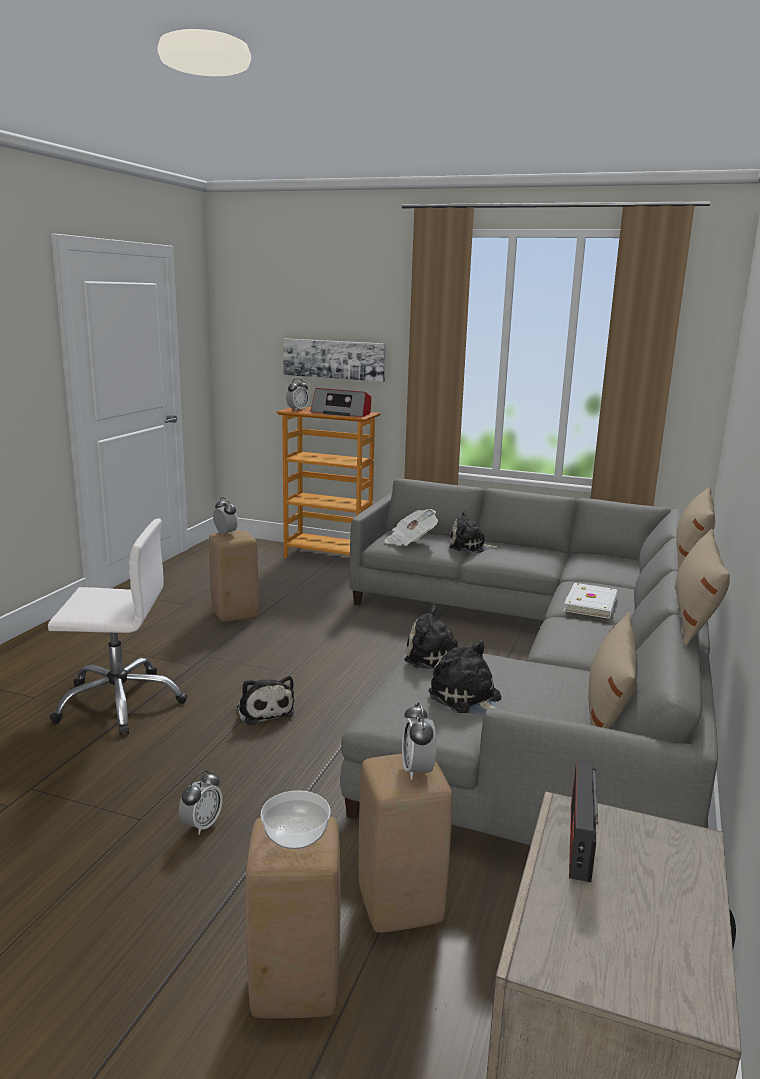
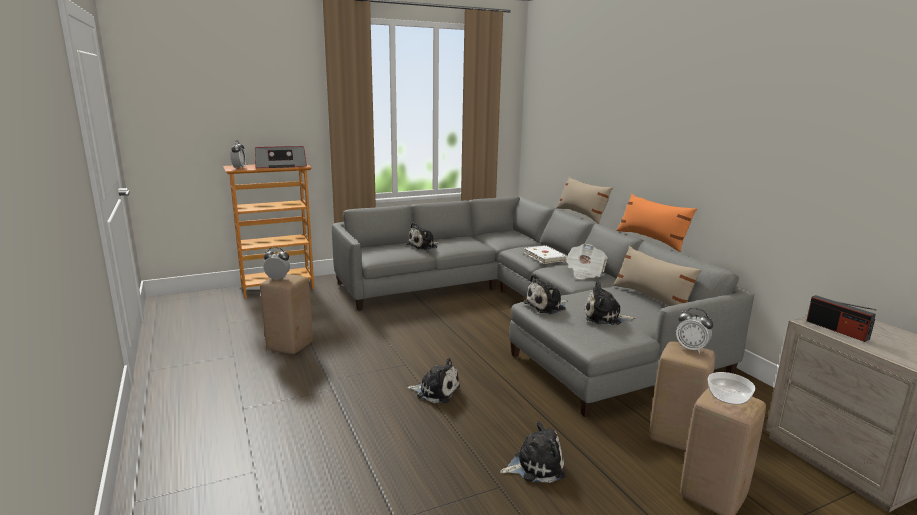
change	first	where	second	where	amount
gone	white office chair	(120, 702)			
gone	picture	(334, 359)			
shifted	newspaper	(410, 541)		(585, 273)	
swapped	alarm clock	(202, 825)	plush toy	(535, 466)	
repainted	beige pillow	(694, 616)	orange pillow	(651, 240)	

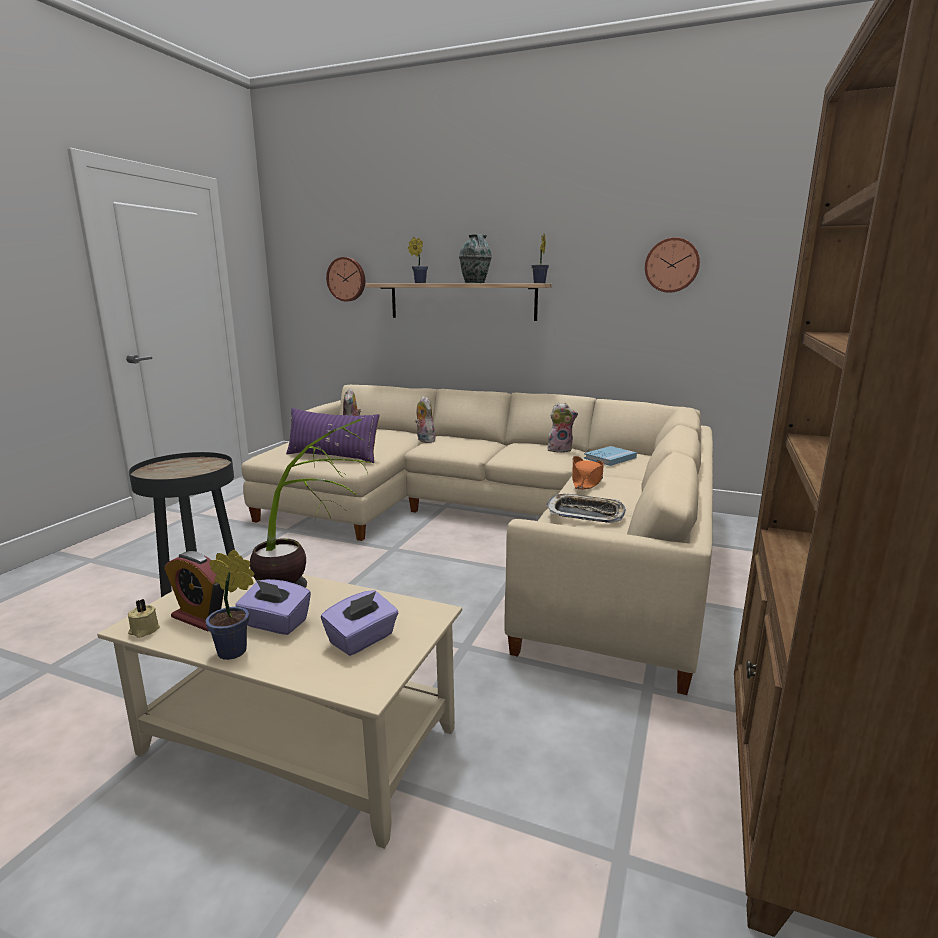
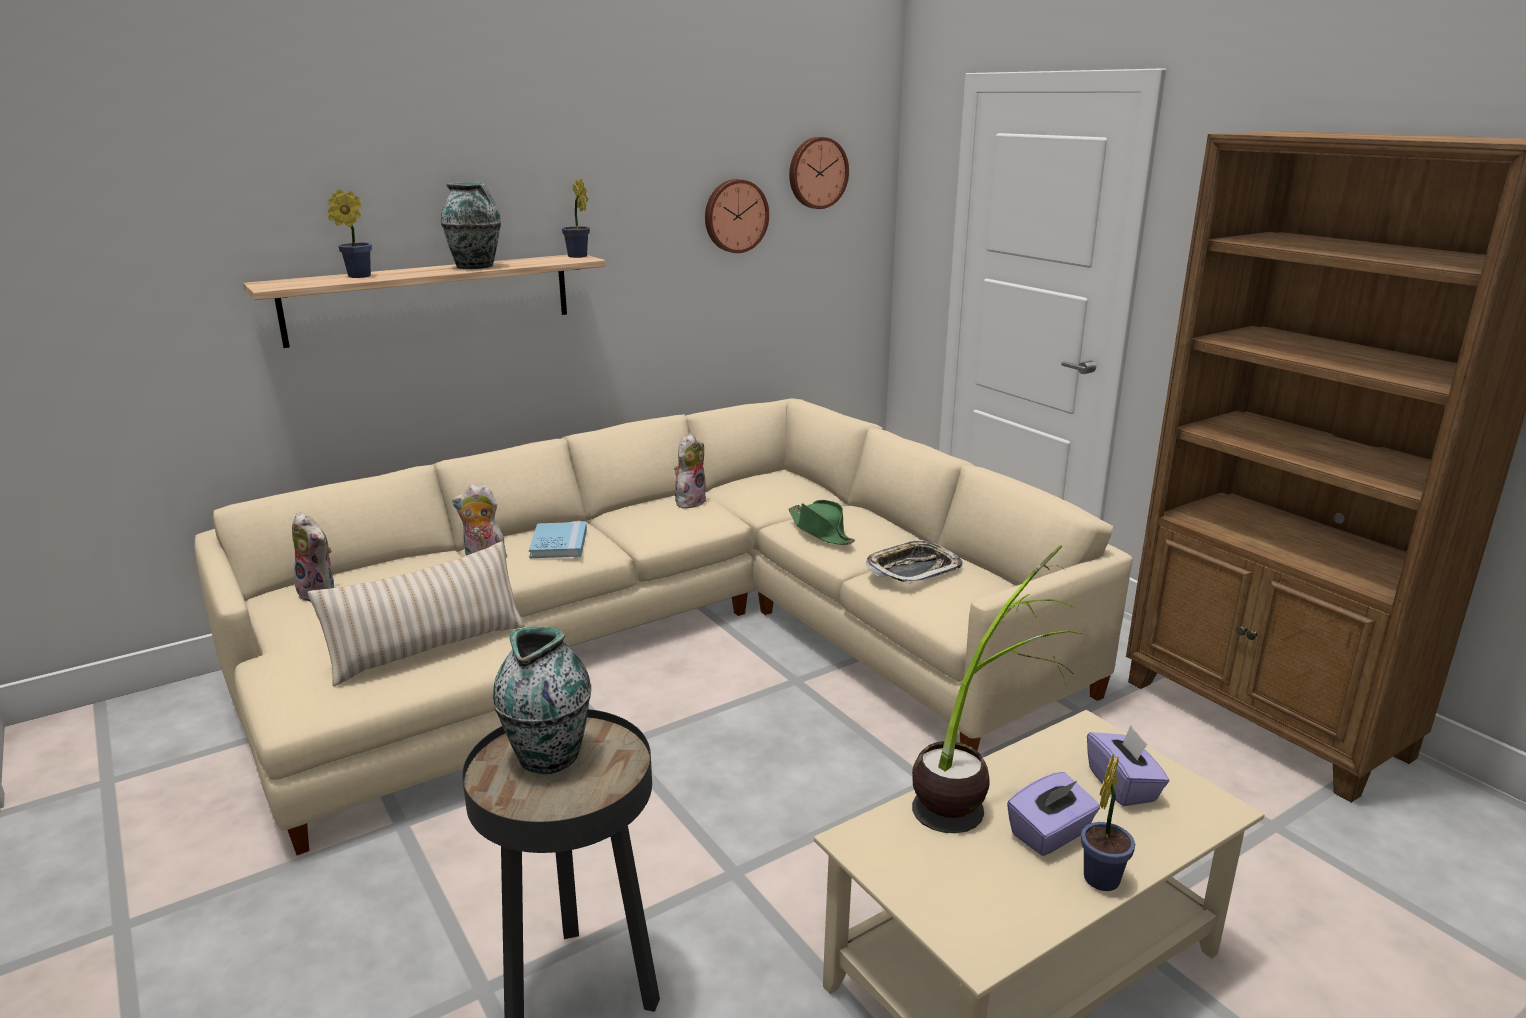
change	first	where	second	where	amount
gone	beige candle	(144, 630)			
gone	alarm clock	(202, 617)			
new			vase	(549, 755)	
shifted	wall clock	(347, 279)		(817, 173)	
shifted	blue book	(610, 458)		(559, 543)	
repainted	purple pillow	(332, 456)	beige pillow	(428, 649)	
repainted	orange hat	(586, 481)	green hat	(821, 531)	

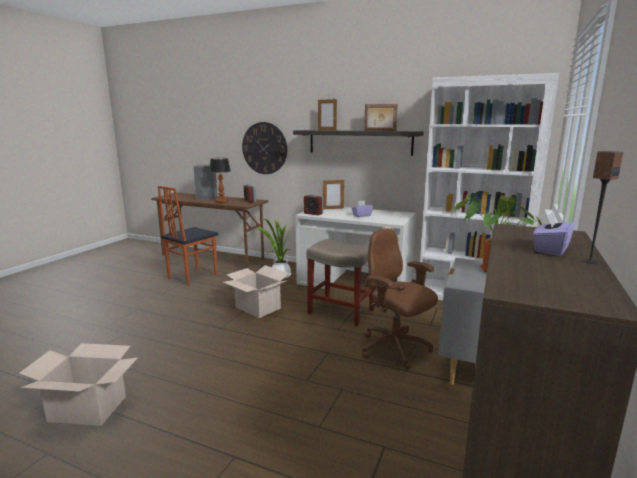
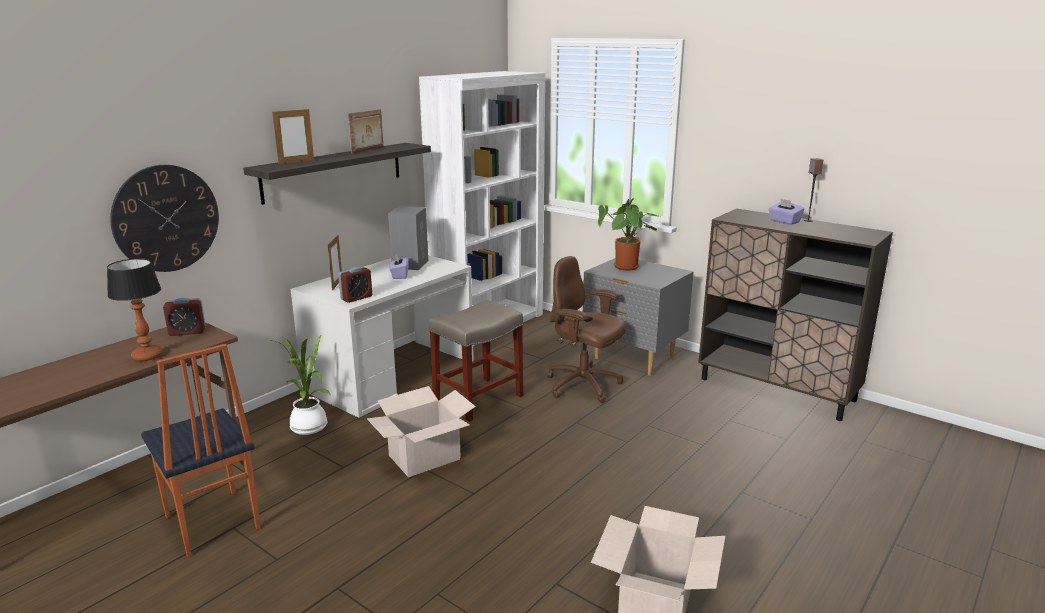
change	first	where	second	where	amount
shifted	grey speaker	(207, 198)		(410, 264)	
rotated	brown office chair	(395, 349)		(584, 386)	60 degrees clockwise

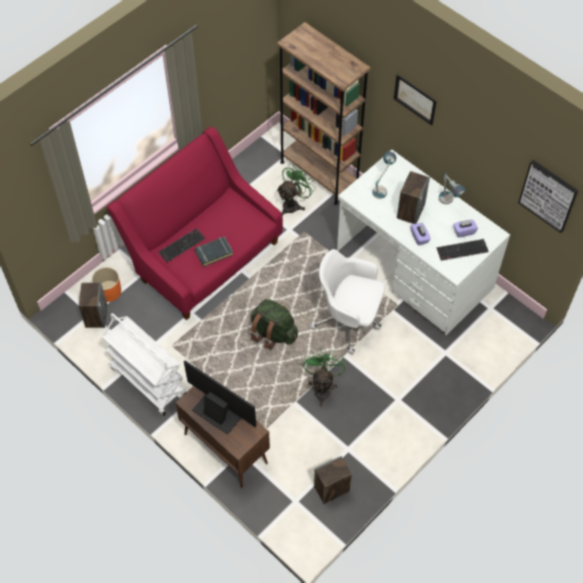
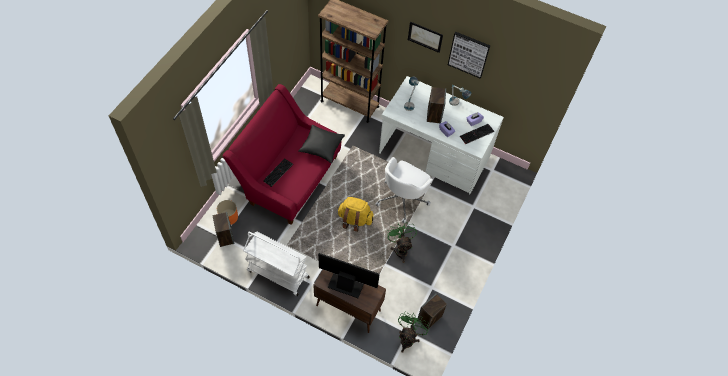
change	first	where	second	where	amount
gone	black book	(213, 253)			
new			black pillow	(321, 147)	
shifted	green fan	(293, 204)		(408, 338)	
shifted	picture	(548, 195)		(468, 54)	
repainted	green backpack	(273, 333)	yellow backpack	(354, 220)	
rotated	white office chair	(349, 320)		(402, 199)	60 degrees counterclockwise

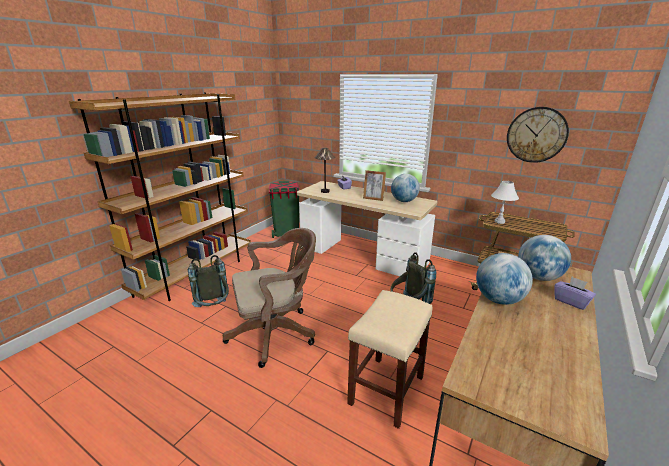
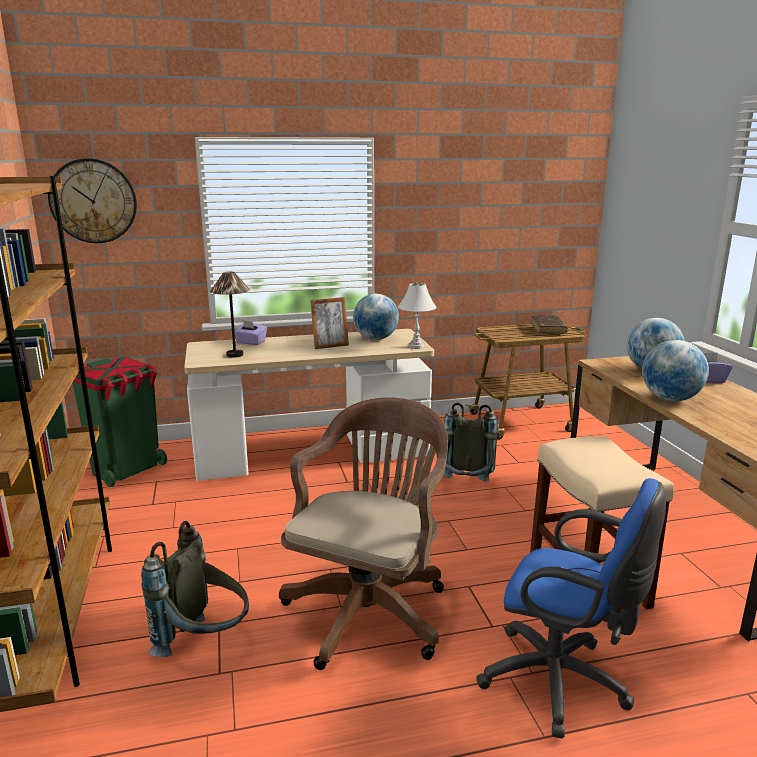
change	first	where	second	where	amount
new			blue office chair	(561, 683)	
new			brown book	(548, 329)	
shifted	white table lamp	(499, 221)		(416, 346)	
shifted	wall clock	(536, 135)		(93, 201)	

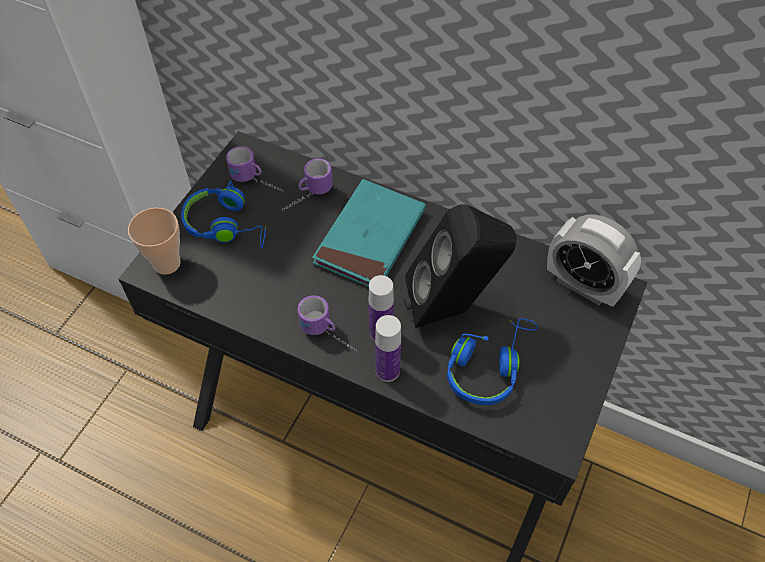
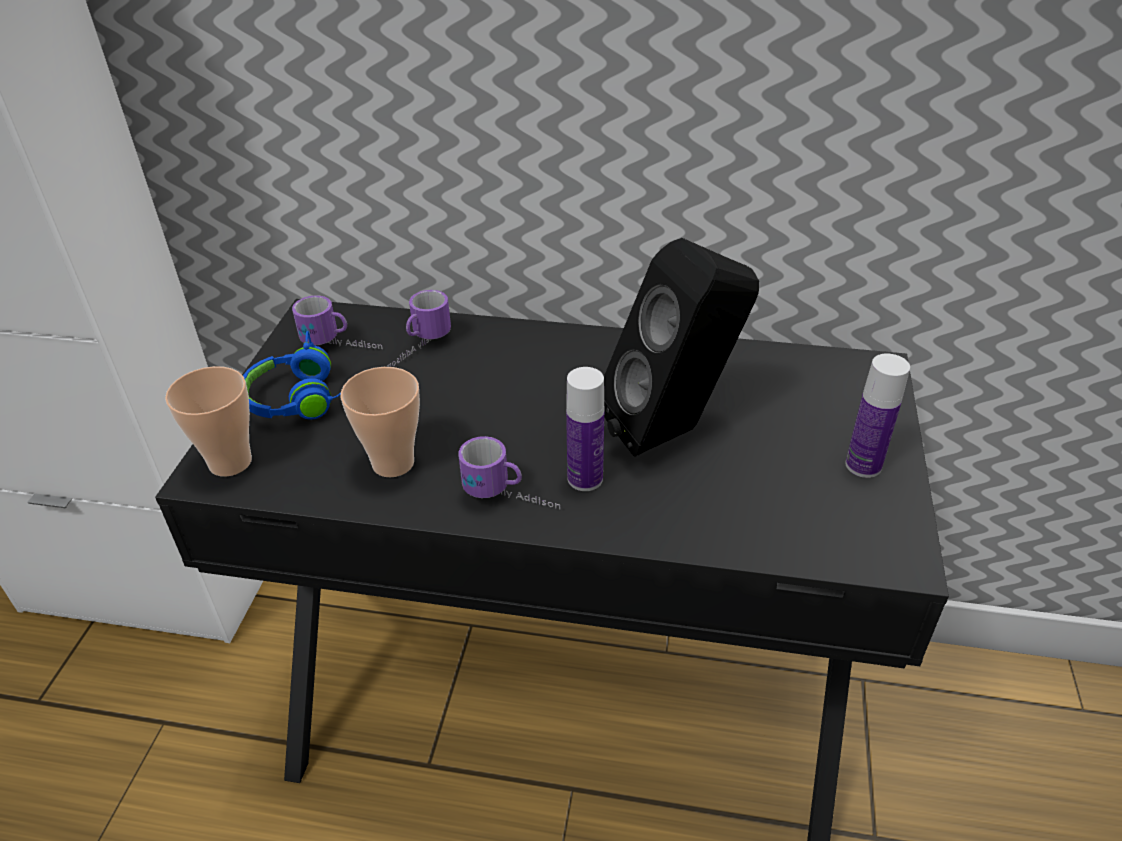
change	first	where	second	where	amount
gone	turquoise book	(370, 238)			
gone	blue headphones	(488, 366)			
gone	alarm clock	(583, 285)			
new			cup	(393, 463)	
shifted	bottle	(387, 371)		(863, 465)	

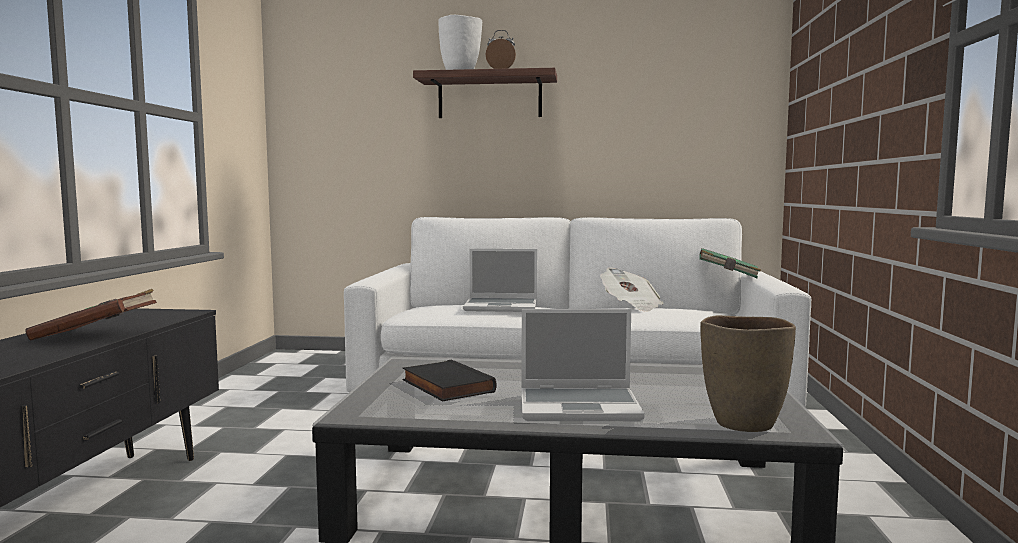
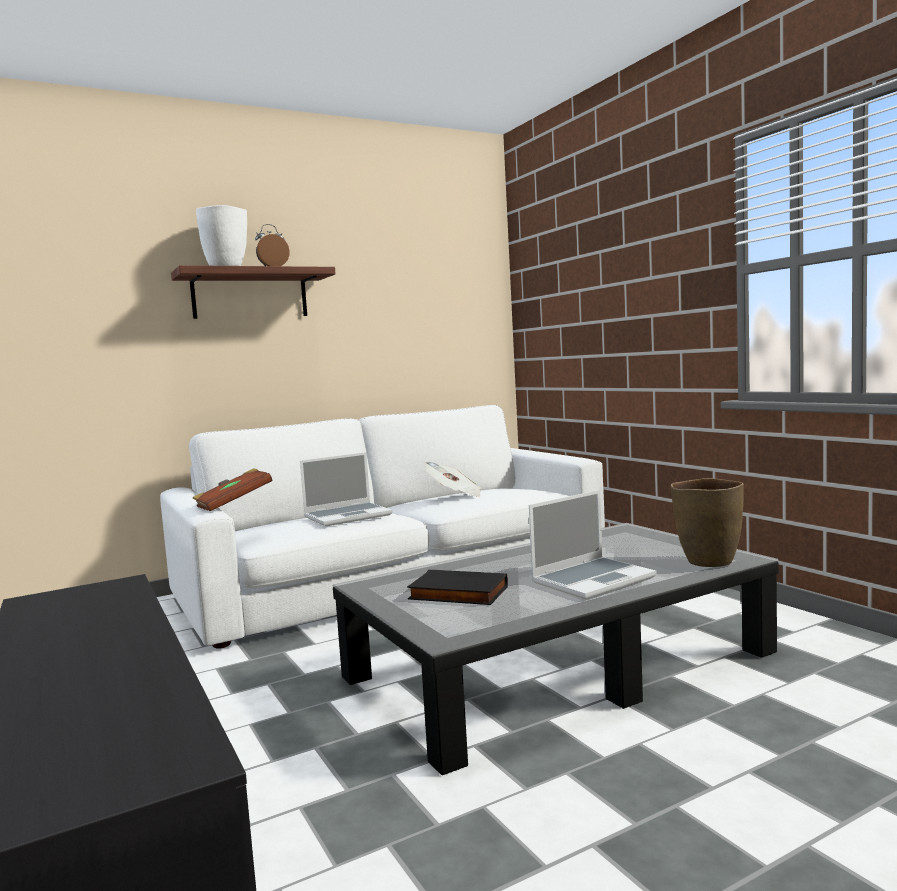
change	first	where	second	where	amount
gone	green book	(728, 275)			
shifted	brown book	(96, 335)		(233, 504)	

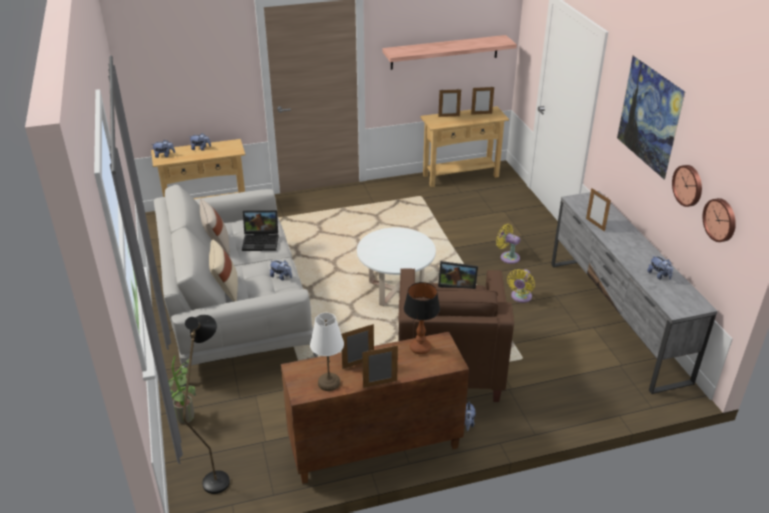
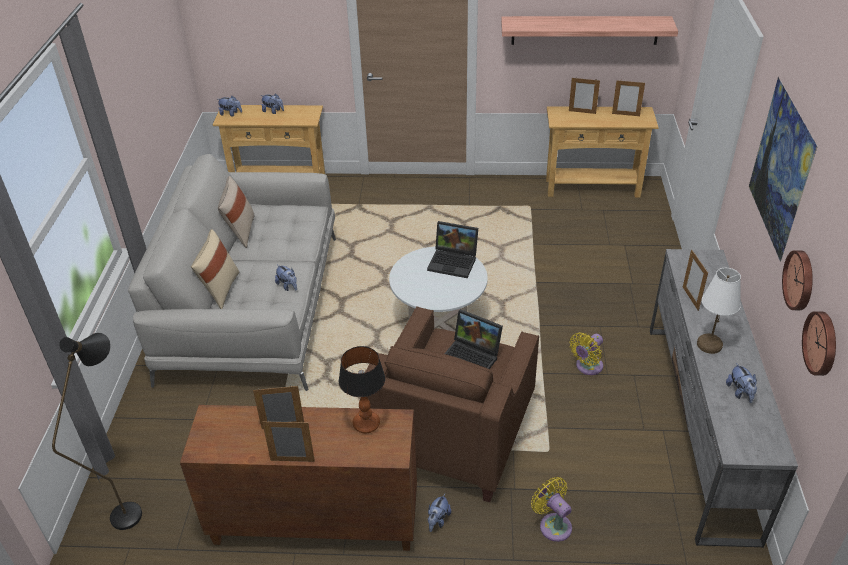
change	first	where	second	where	amount
gone	potted plant	(187, 418)			
shifted	laptop	(262, 241)		(454, 262)	
shifted	white table lamp	(328, 383)		(708, 344)	
shifted	yellow fan	(508, 257)		(553, 524)	

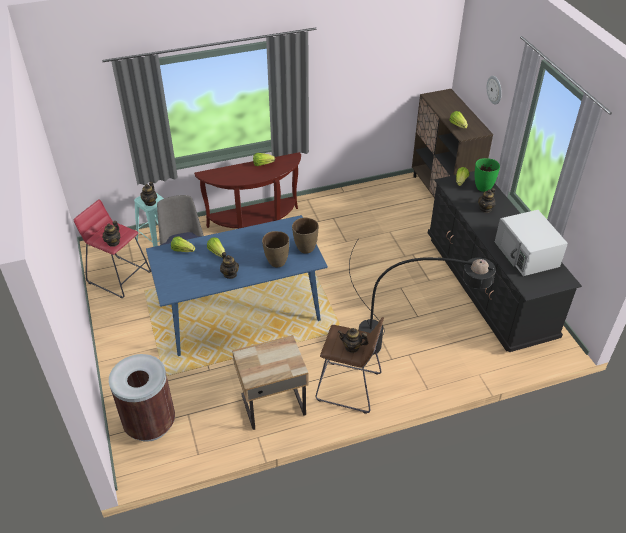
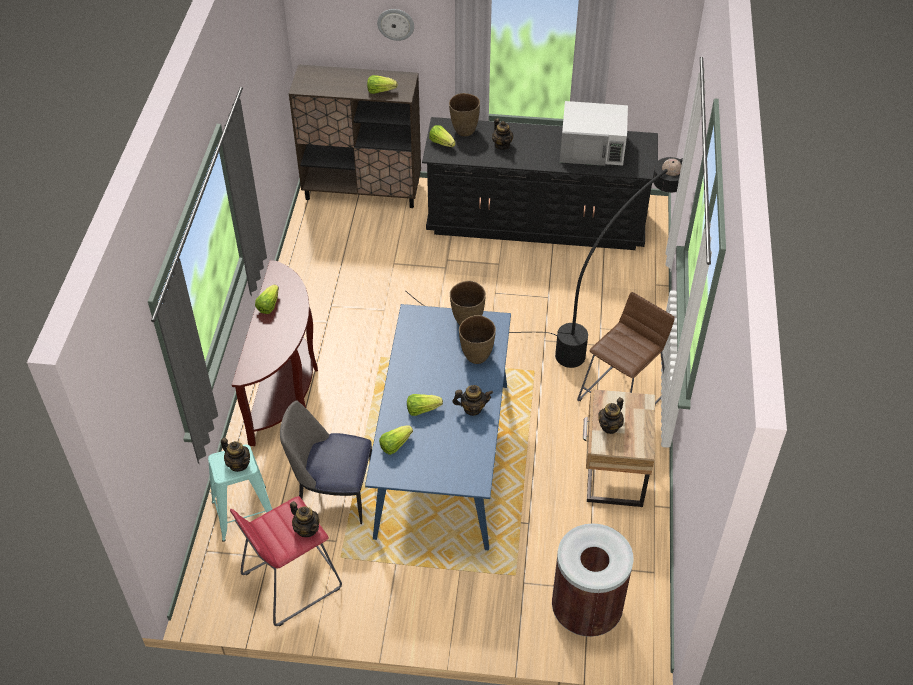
change	first	where	second	where	amount
shifted	teapot	(352, 347)		(610, 426)	
repainted	green vase	(483, 187)	brown vase	(464, 131)	

